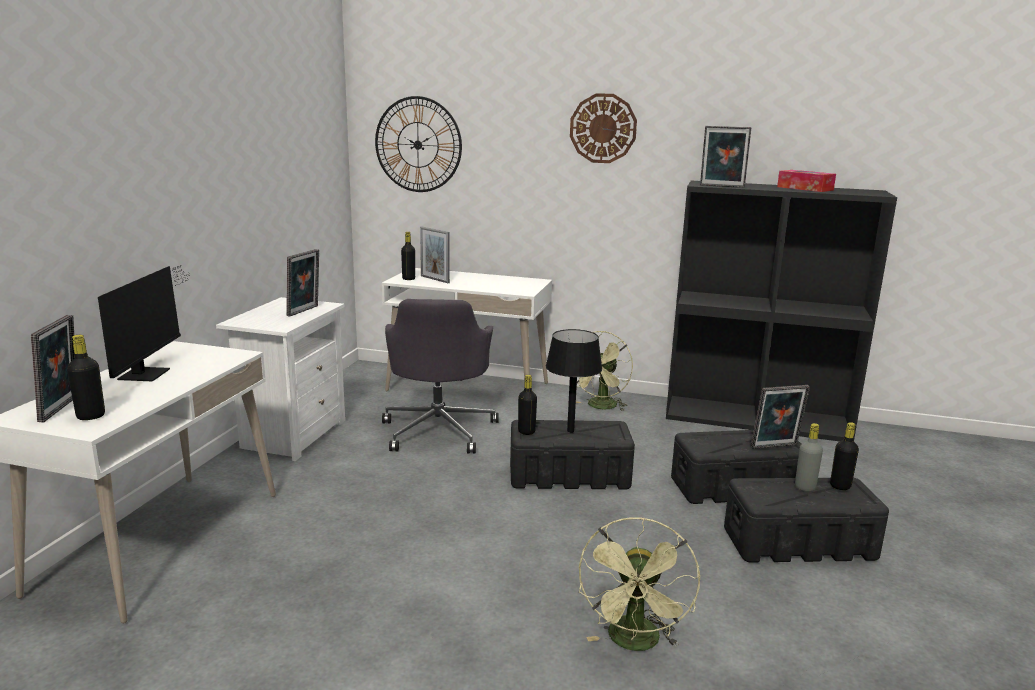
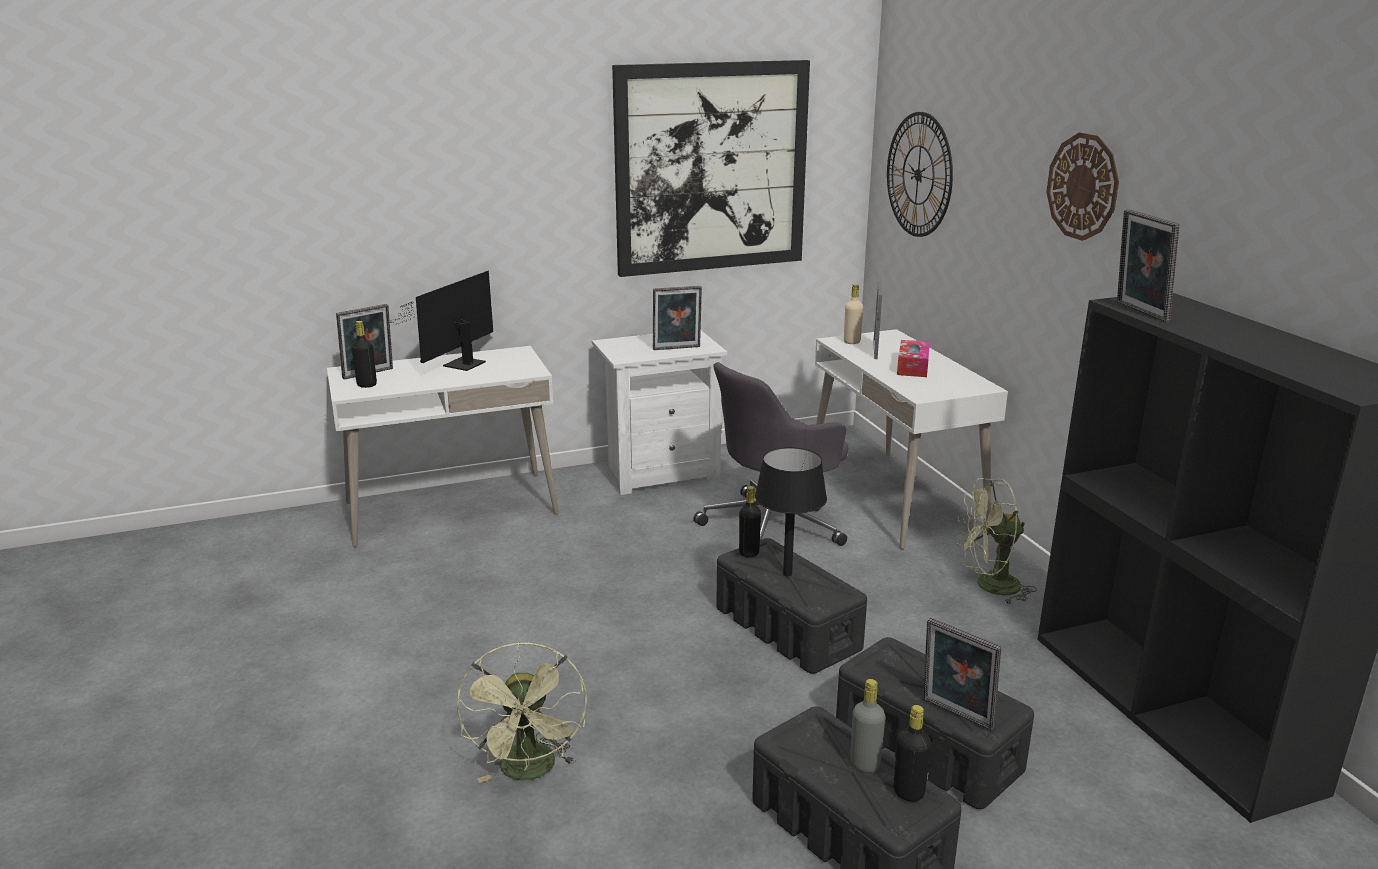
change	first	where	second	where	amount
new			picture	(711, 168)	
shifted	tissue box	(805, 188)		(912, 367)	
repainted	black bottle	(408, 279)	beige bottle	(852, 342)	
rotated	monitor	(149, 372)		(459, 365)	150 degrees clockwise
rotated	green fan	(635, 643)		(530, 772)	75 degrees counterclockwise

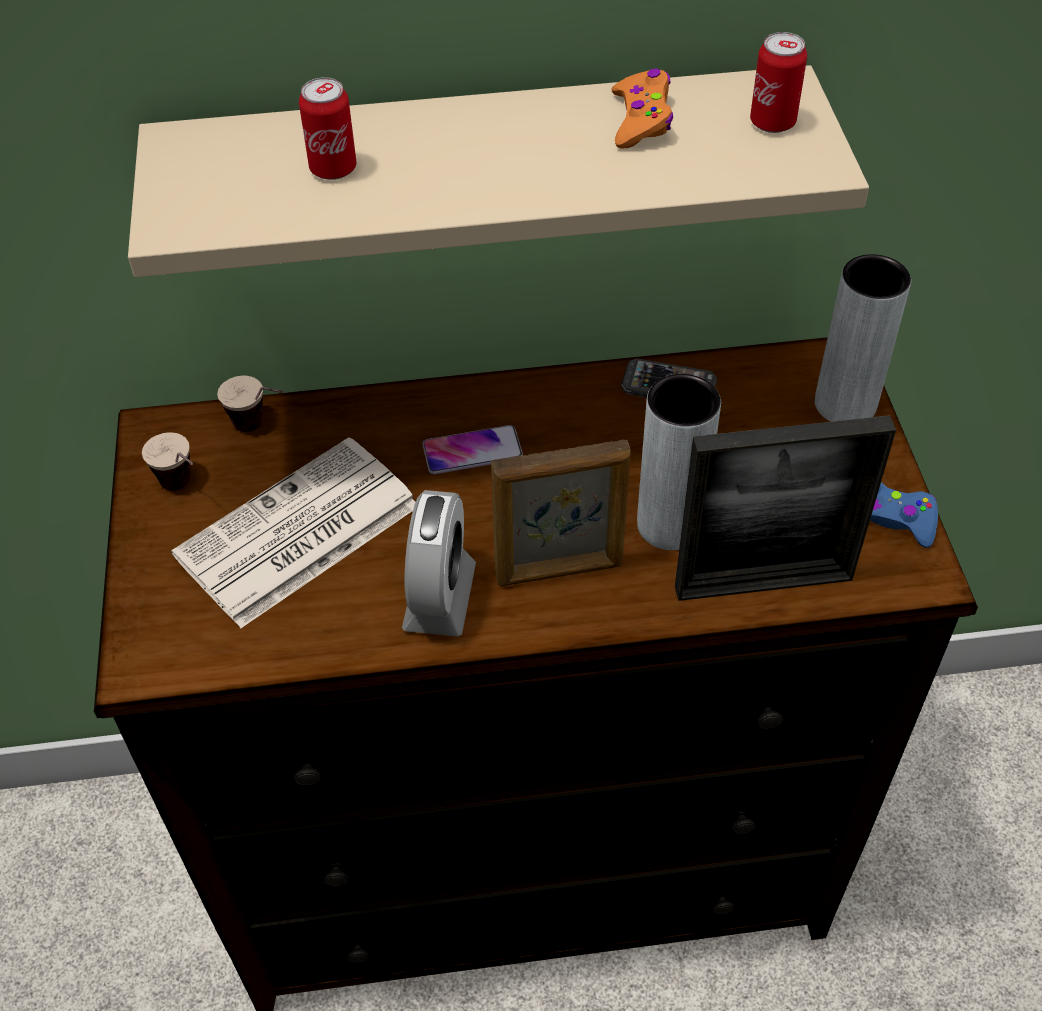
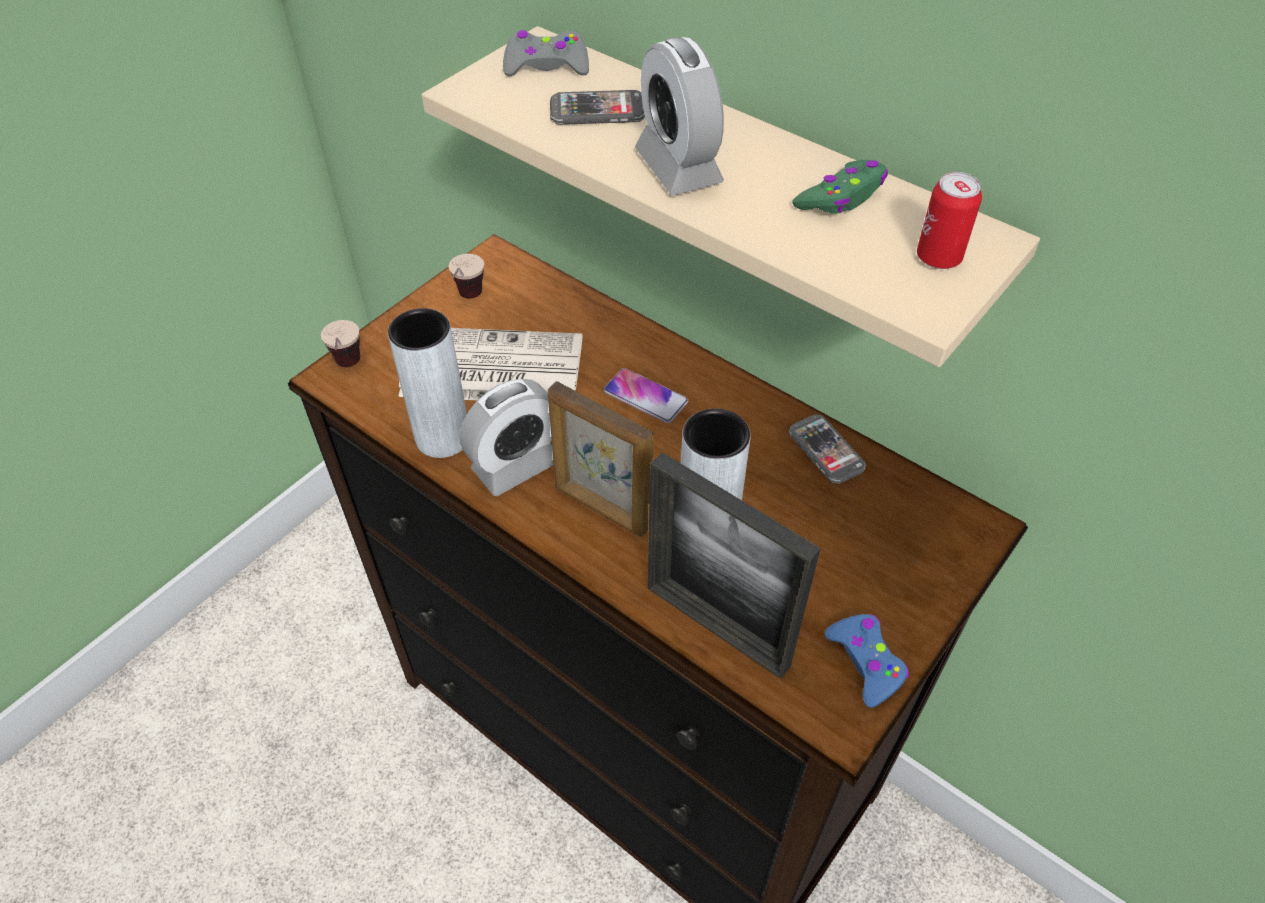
change	first	where	second	where	amount
new			grey game controller	(546, 65)	
new			alarm clock	(678, 167)	
shifted	cup	(262, 429)		(348, 369)	
shifted	grey vase	(845, 404)		(443, 437)	
swapped	can	(333, 169)	phone	(597, 111)	
repainted	orange game controller	(641, 119)	green game controller	(841, 197)	

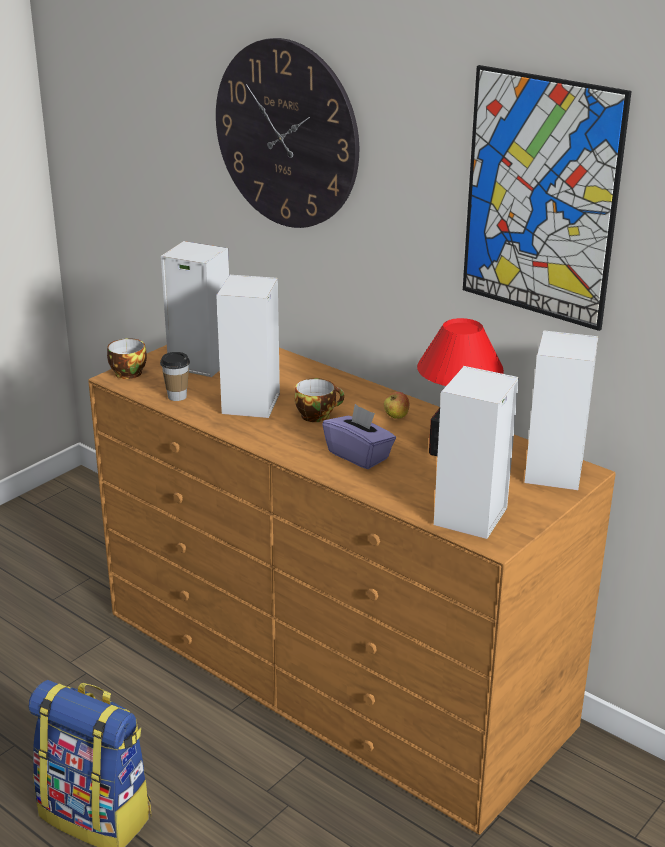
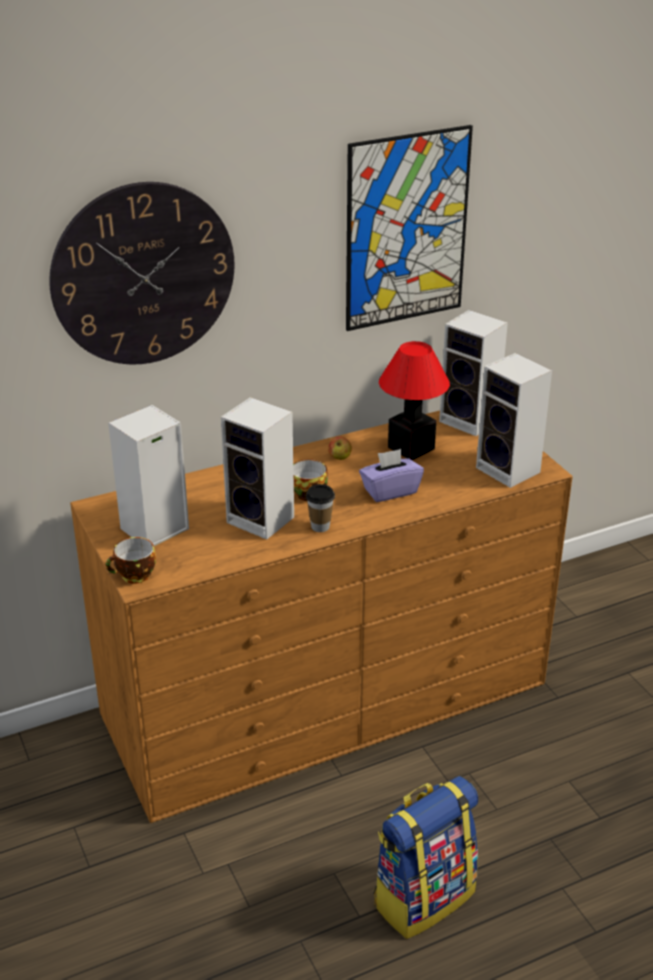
change	first	where	second	where	amount
shifted	cup	(177, 396)		(320, 527)	

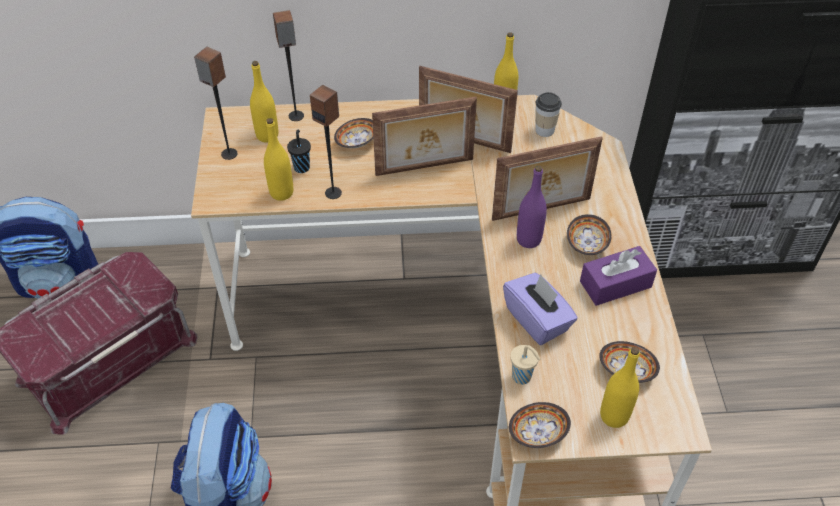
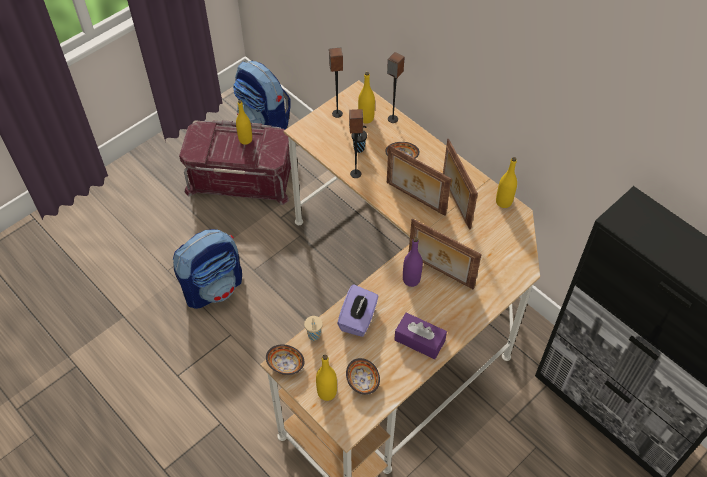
change	first	where	second	where	amount
gone	cup	(544, 130)			
gone	bowl	(587, 244)			
shifted	yellow bottle	(281, 192)		(245, 140)	

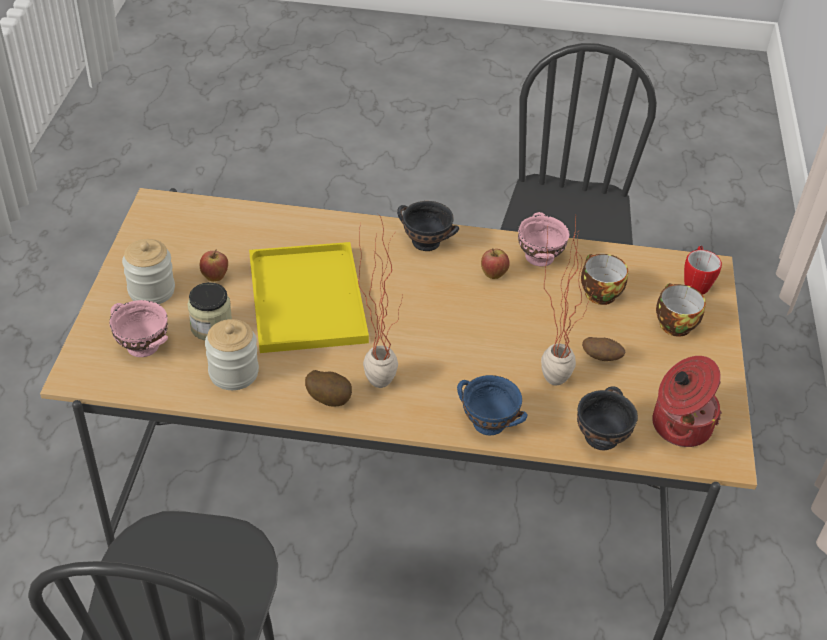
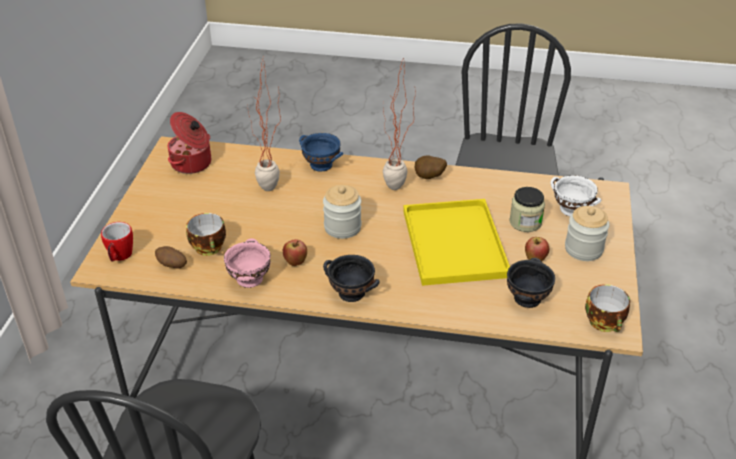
change	first	where	second	where	amount
shifted	jar	(233, 373)		(342, 227)	
shifted	black bowl	(602, 437)		(526, 299)	
shifted	potato	(601, 358)		(172, 265)	
shifted	cup	(673, 324)		(605, 323)	
repainted	pink bowl	(143, 347)	white bowl	(571, 209)	

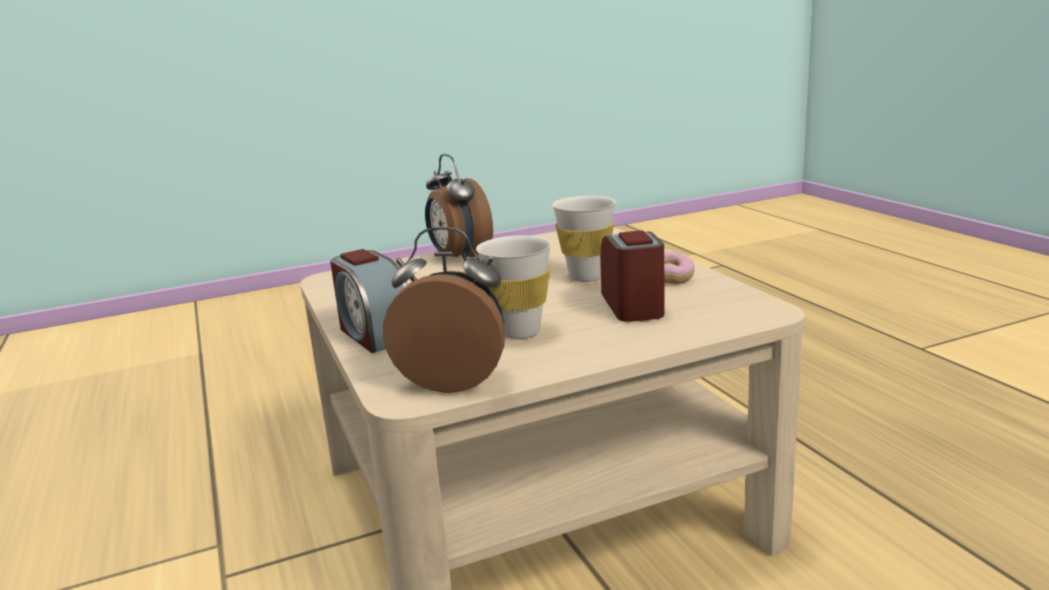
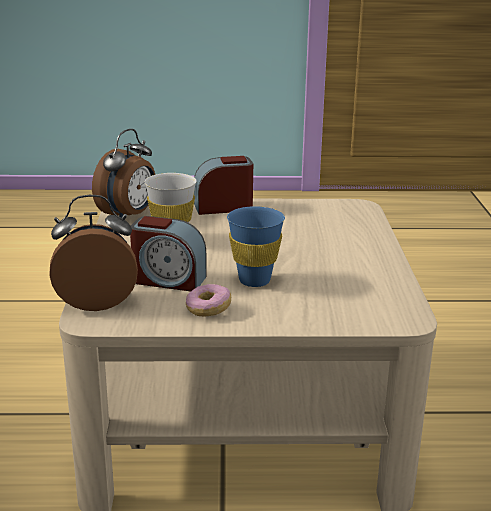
change	first	where	second	where	amount
shifted	alarm clock	(459, 258)		(96, 301)	
repainted	white cup	(586, 277)	blue cup	(254, 280)	

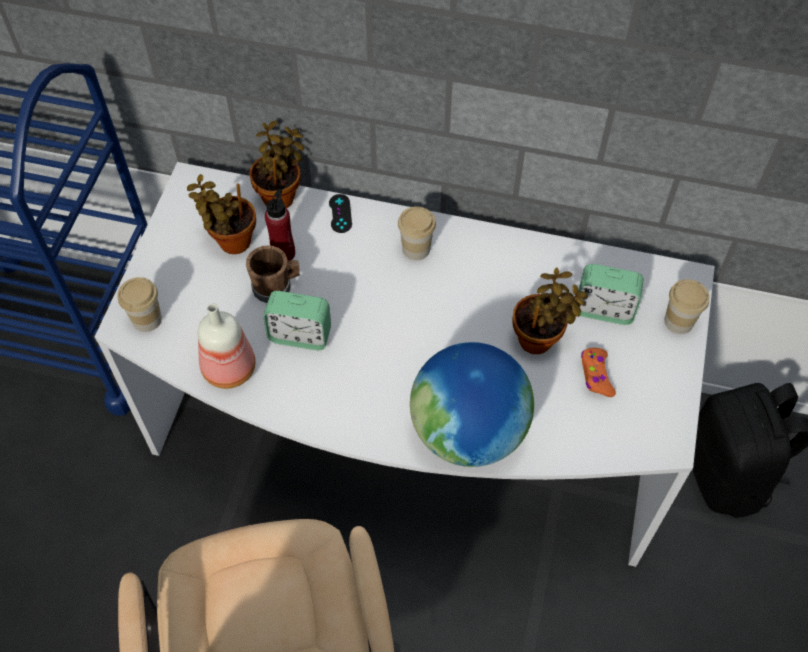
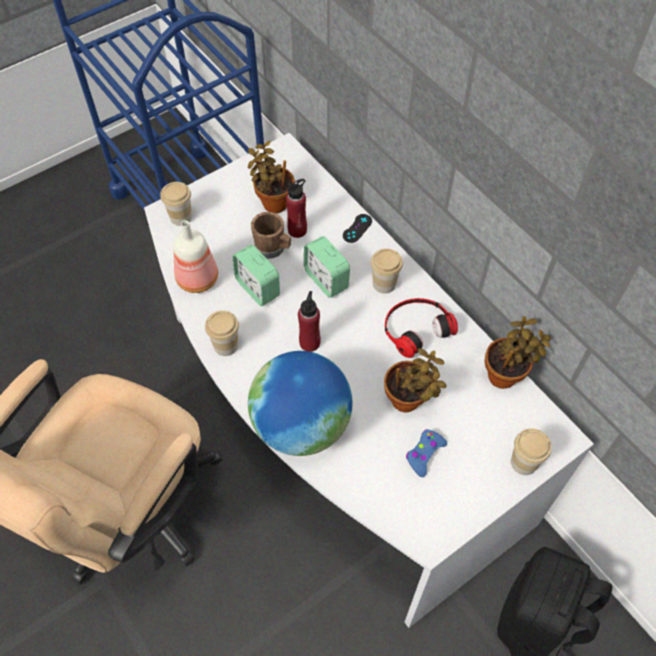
change	first	where	second	where	amount
new			cup	(226, 345)	
new			red bottle	(310, 342)	
new			headphones	(416, 327)	
shifted	potted plant	(280, 196)		(505, 375)	
shifted	alarm clock	(604, 309)		(326, 280)	
repainted	orange game controller	(596, 375)	blue game controller	(424, 454)	

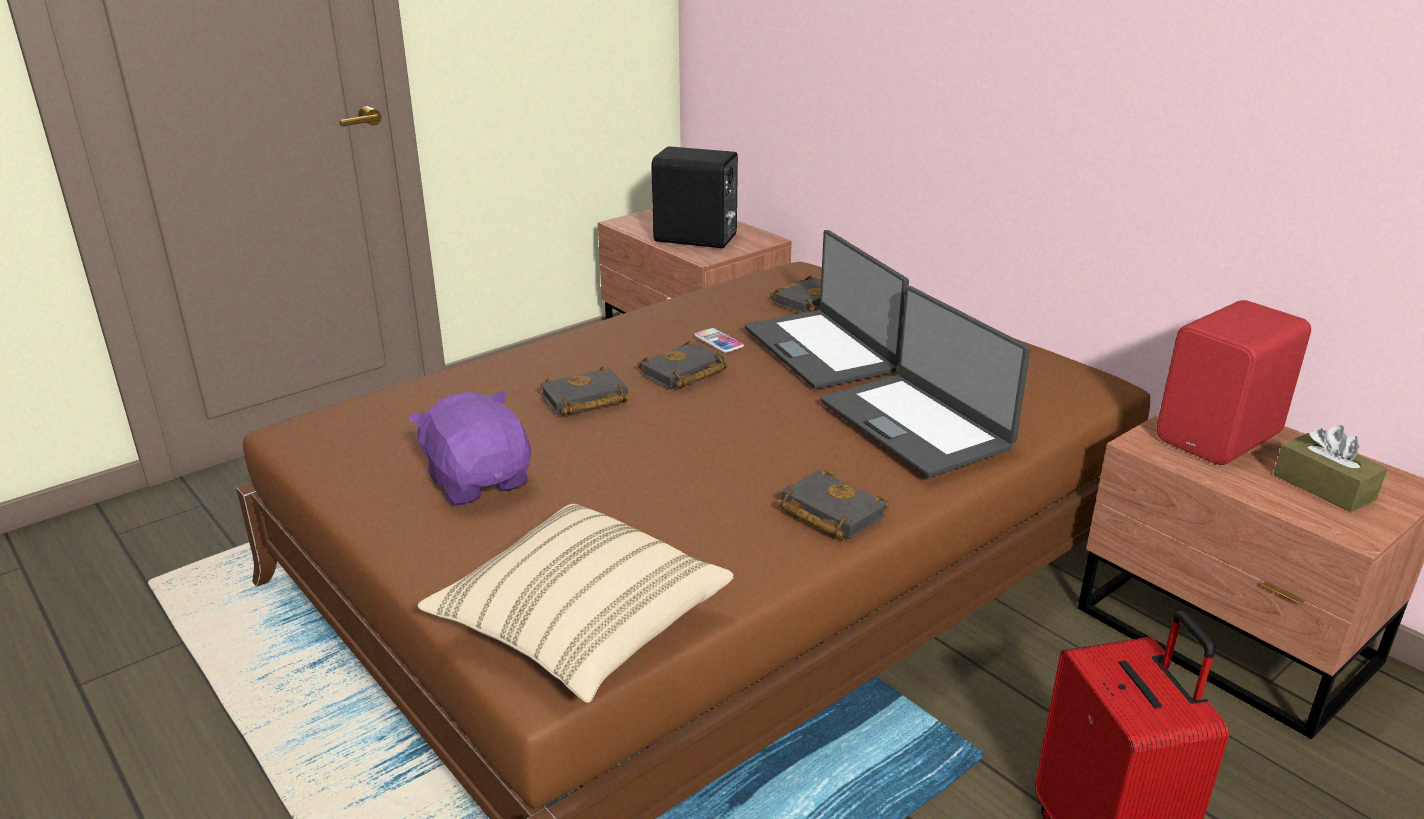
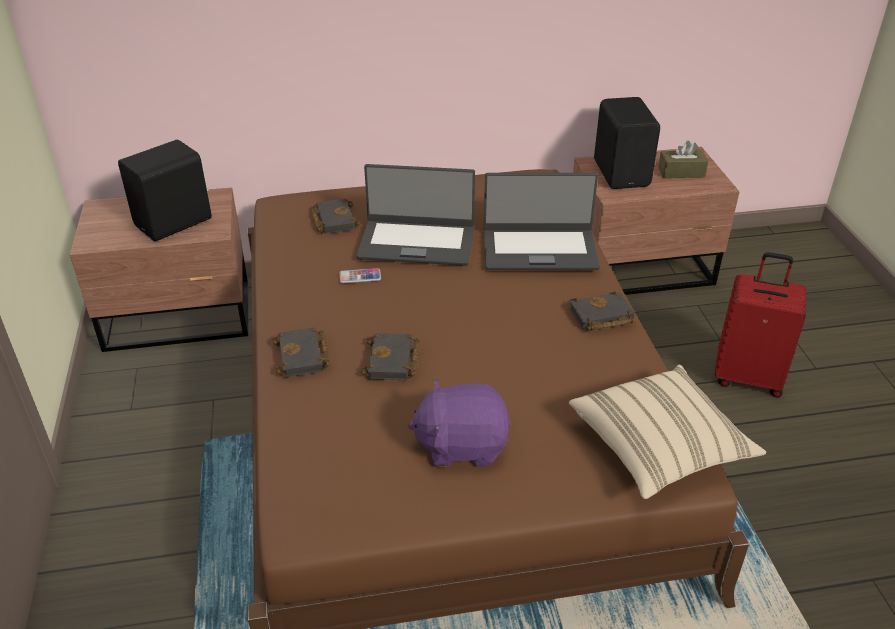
change	first	where	second	where	amount
shifted	black book	(683, 374)		(304, 357)	
repainted	red speaker	(1222, 438)	black speaker	(622, 173)	

